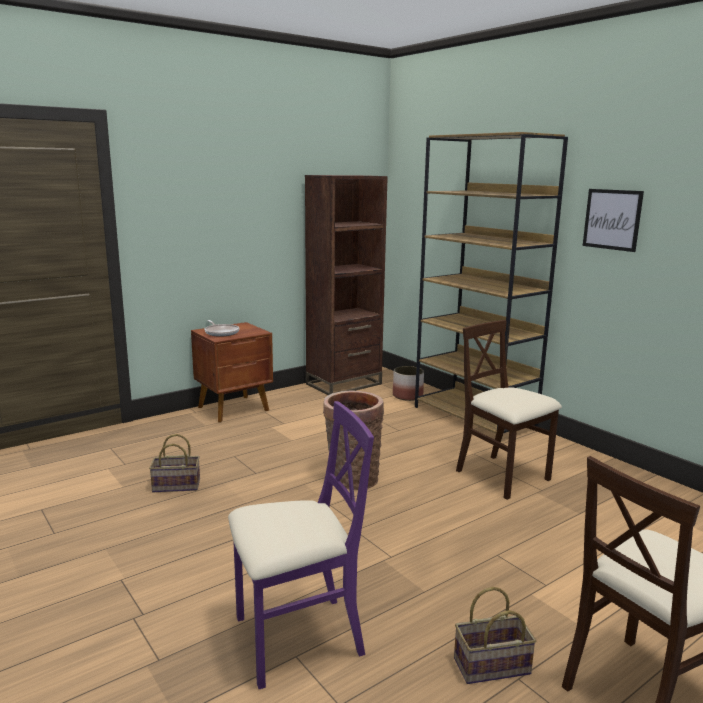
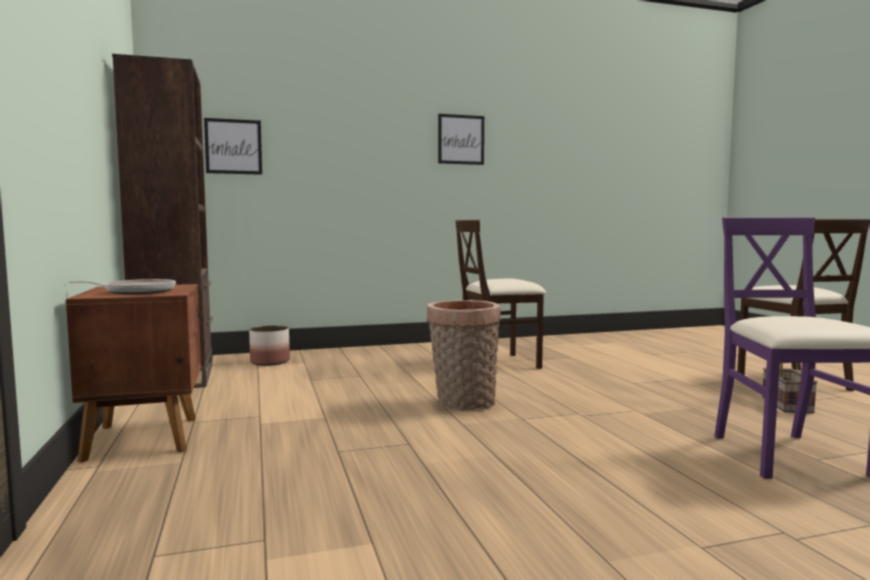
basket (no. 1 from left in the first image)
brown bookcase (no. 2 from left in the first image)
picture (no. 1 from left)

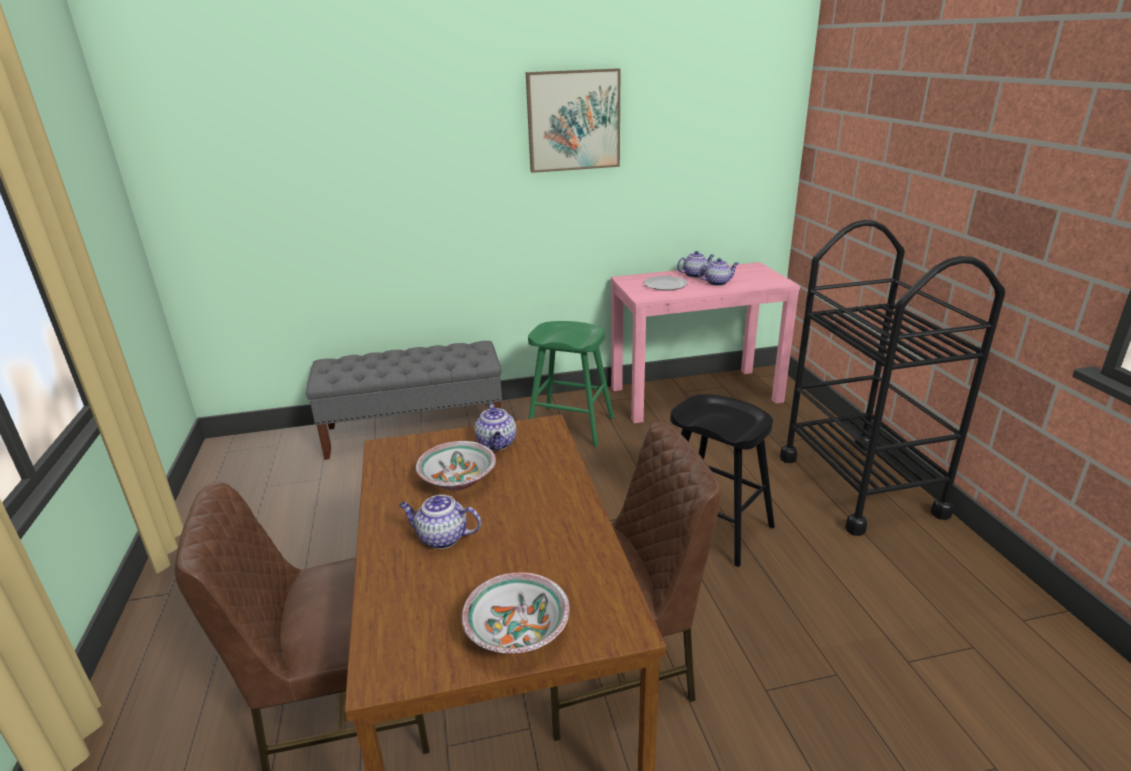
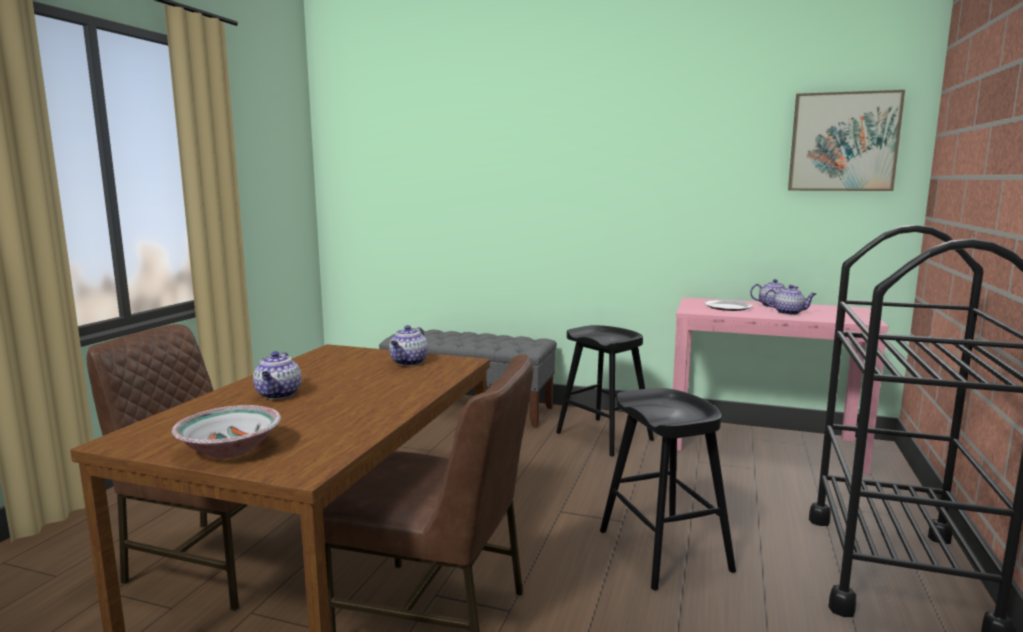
bowl (no. 1 from left in the first image)
picture
black stool (no. 1 from left)
teapot (no. 1 from left)

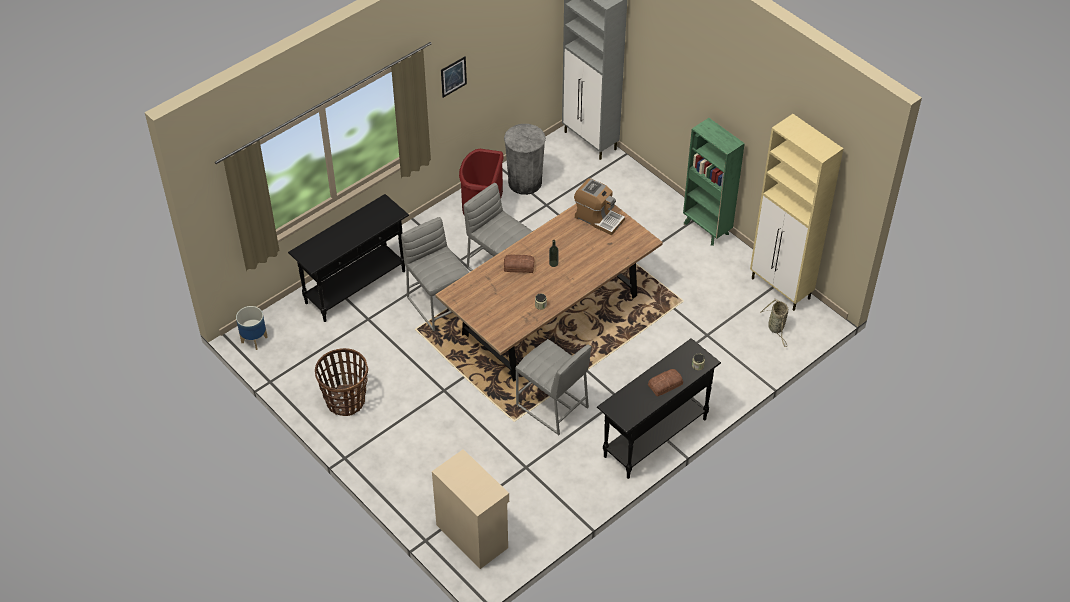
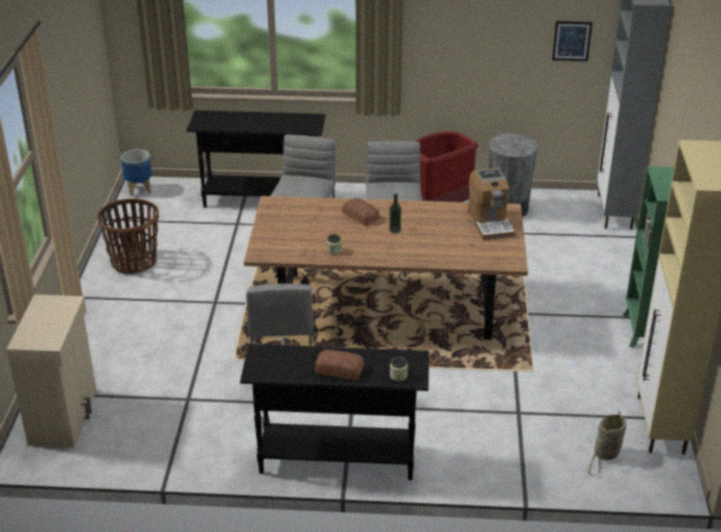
picture

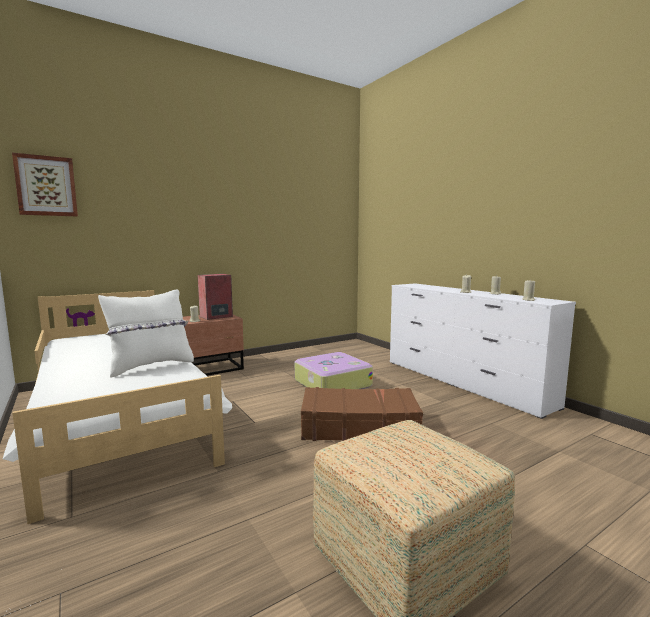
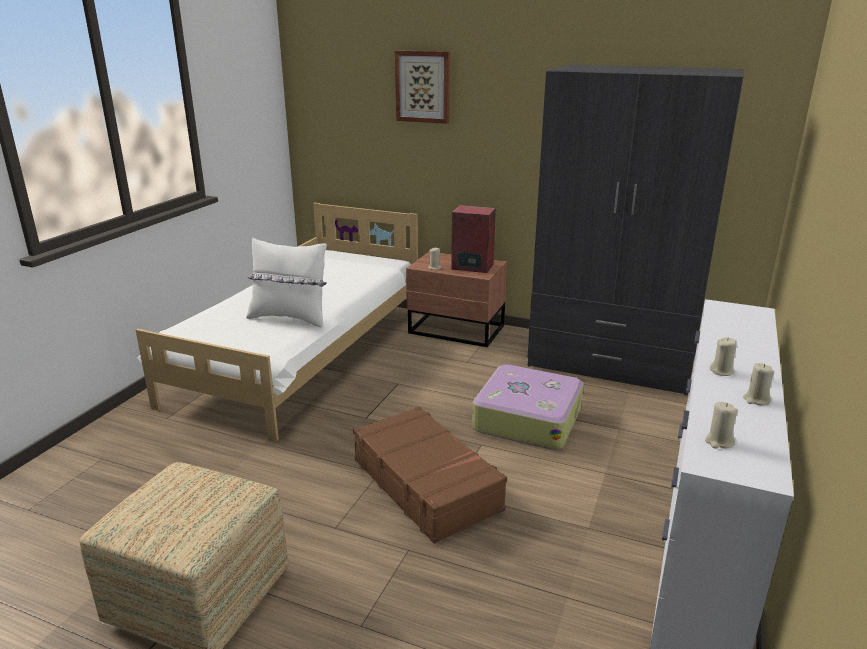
grey wardrobe
picture

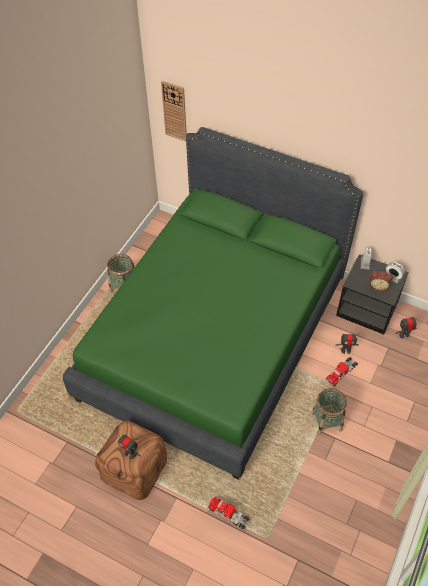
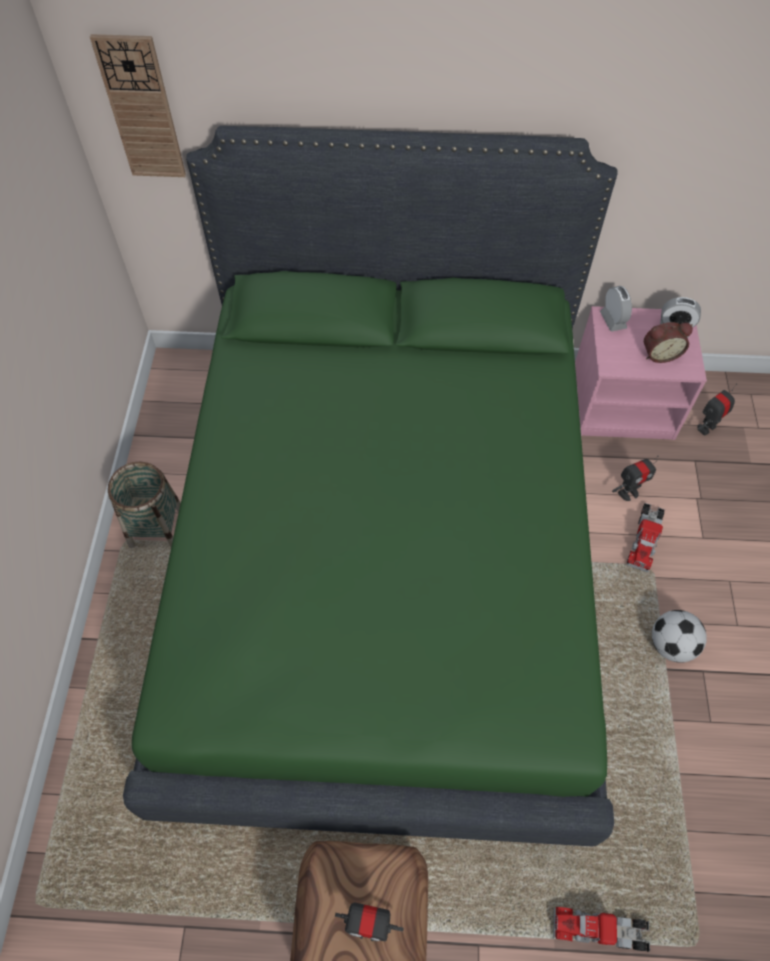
football
pink nightstand

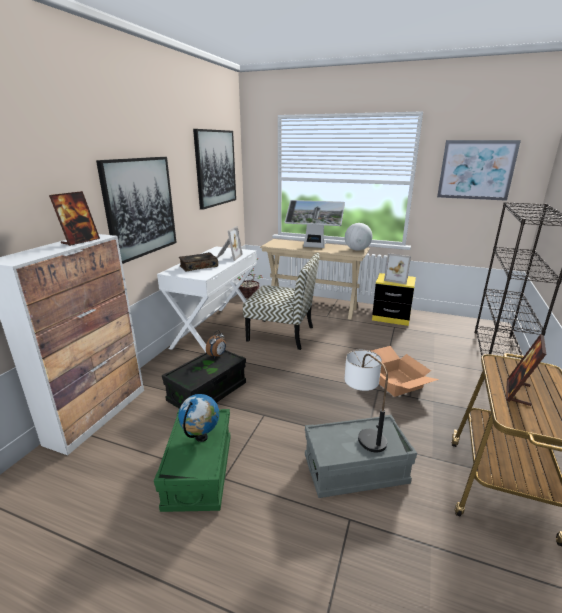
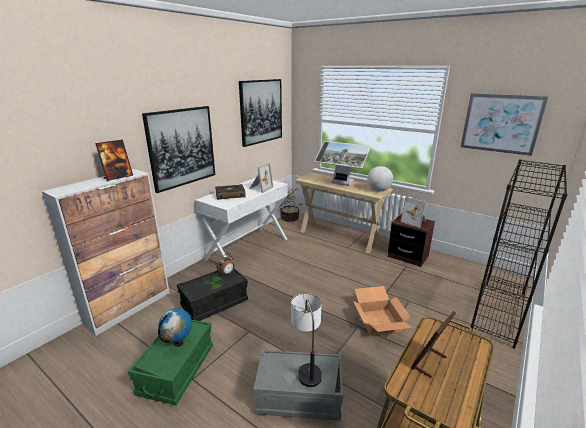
chair
brown nightstand

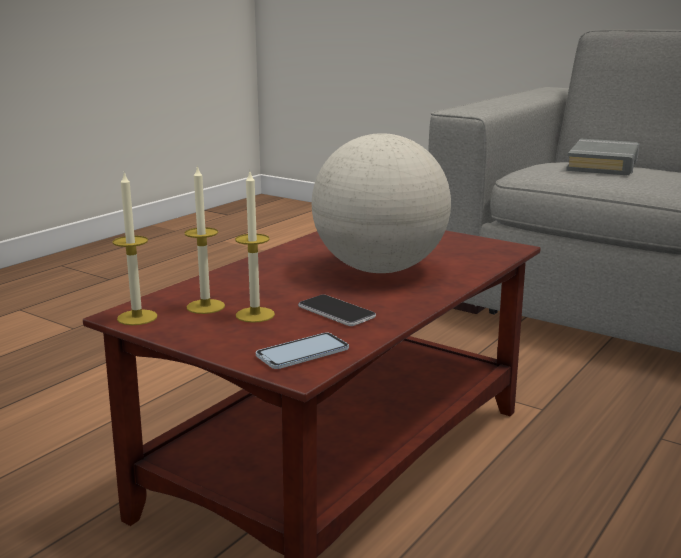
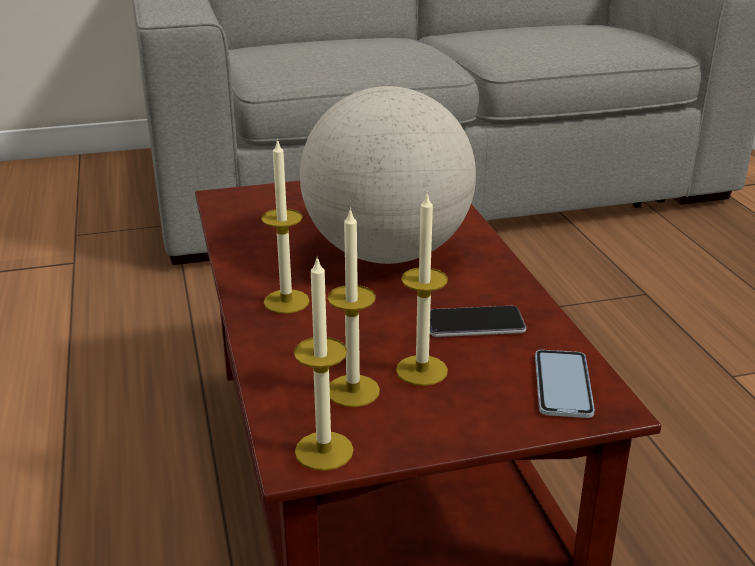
grey book
candle (no. 1 from left)

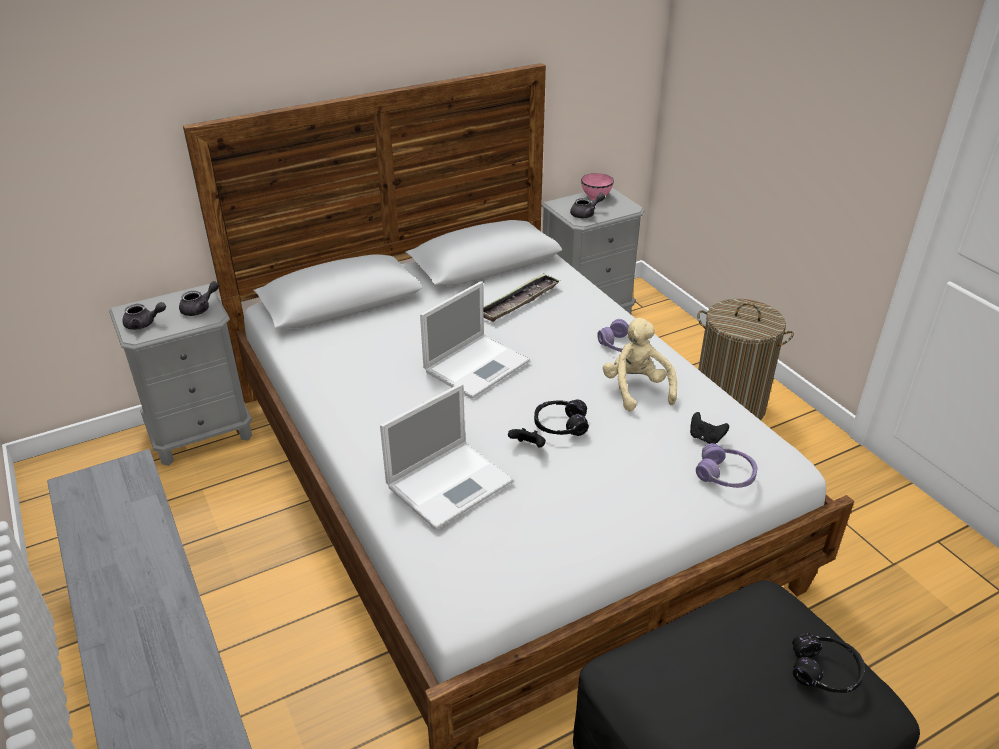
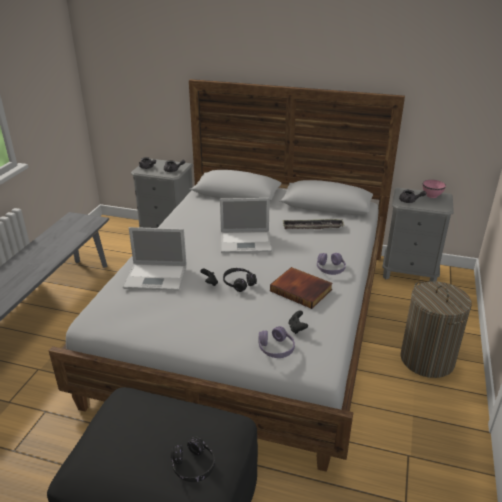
book

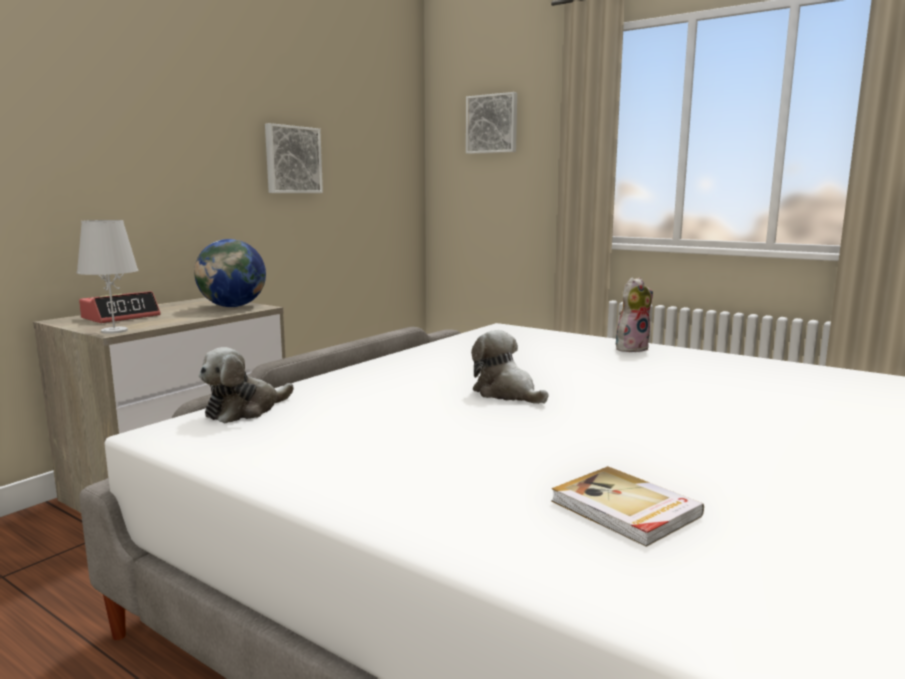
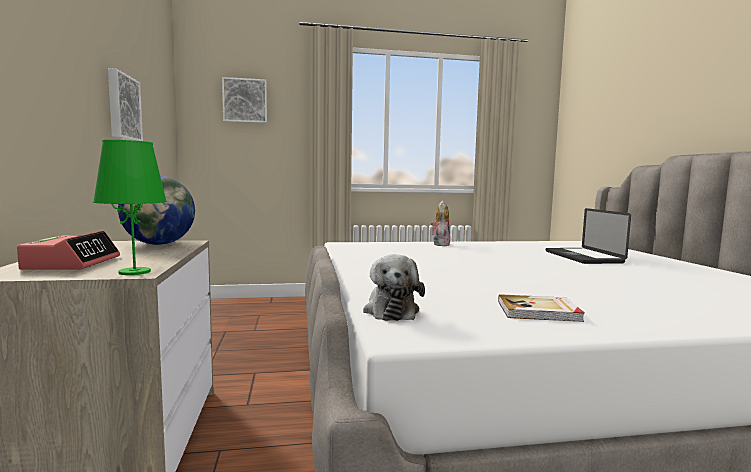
plush toy (no. 2 from left in the first image)
laptop
book
green table lamp

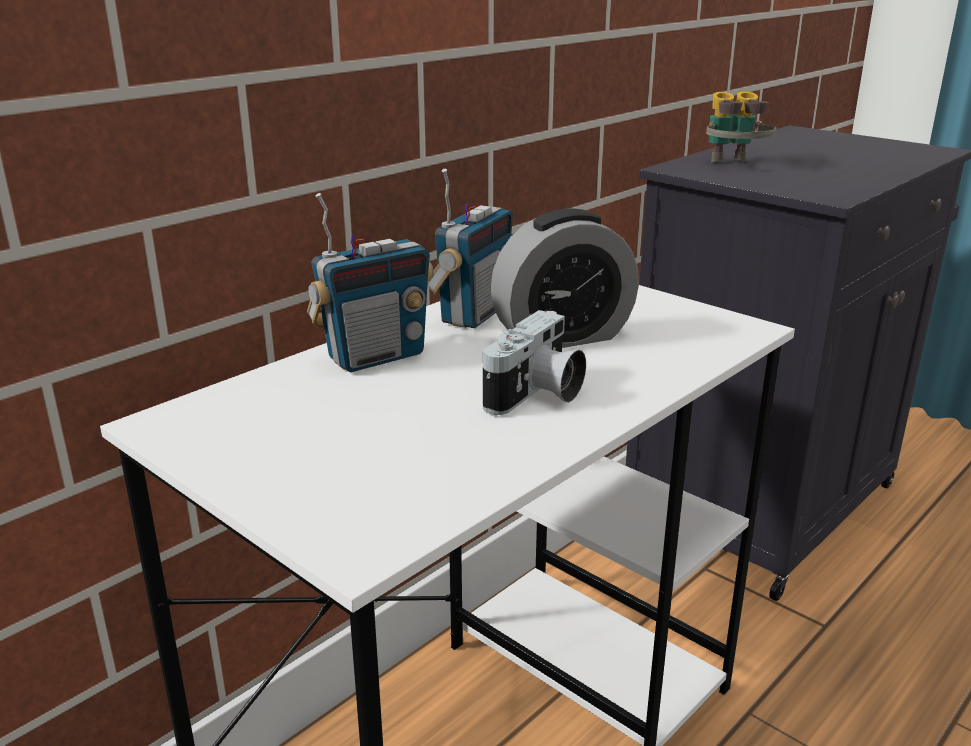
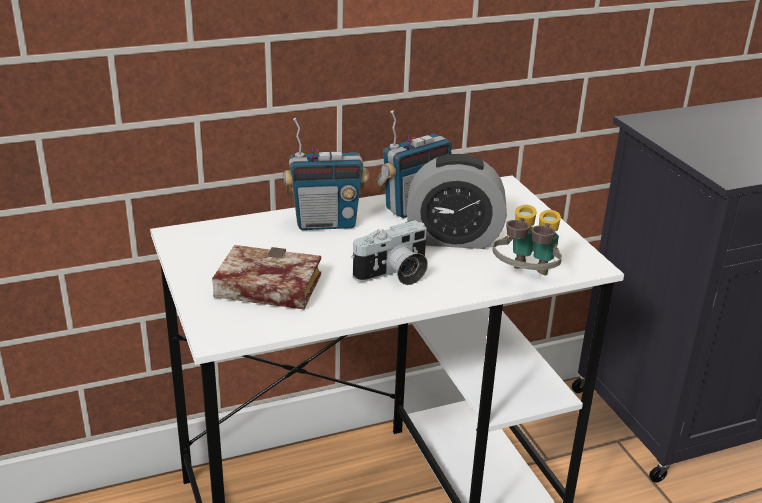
book
binoculars

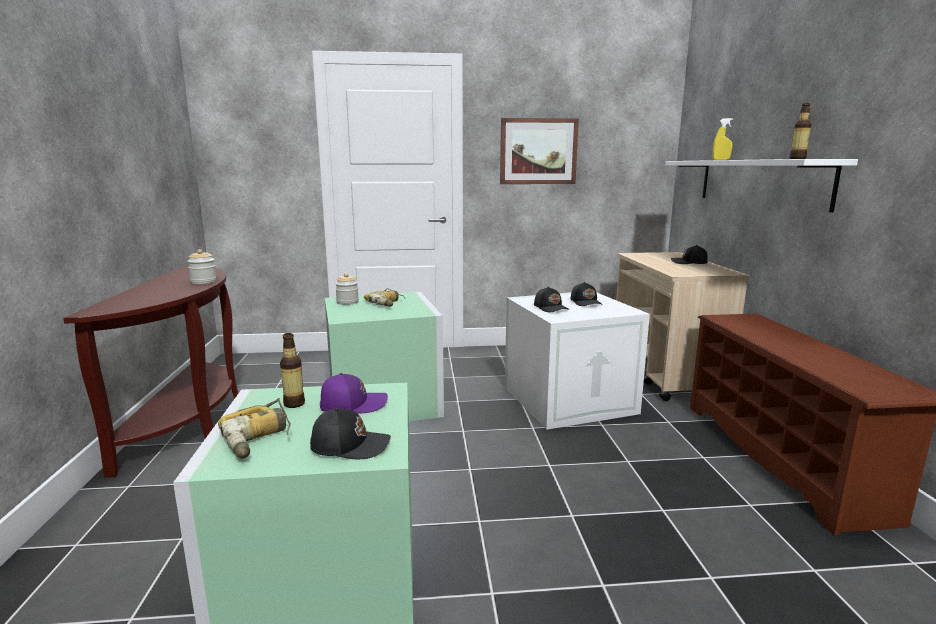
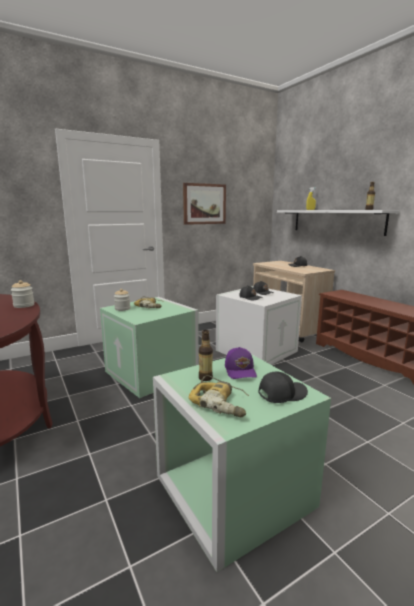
purple cap

